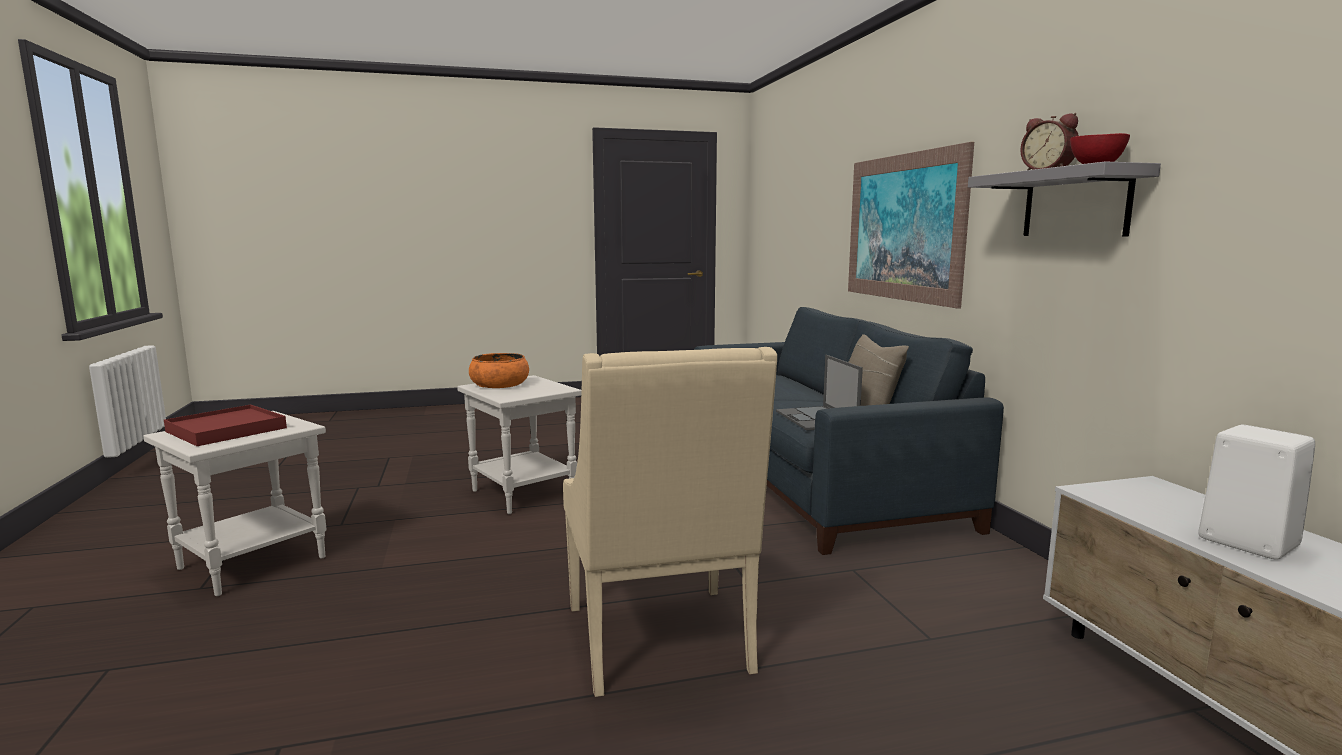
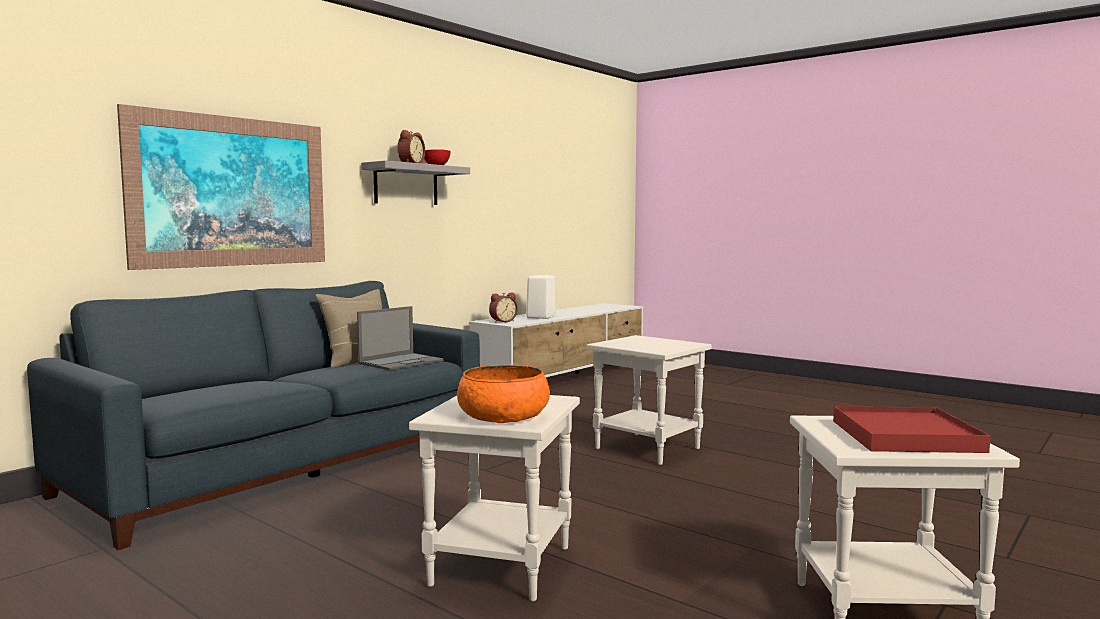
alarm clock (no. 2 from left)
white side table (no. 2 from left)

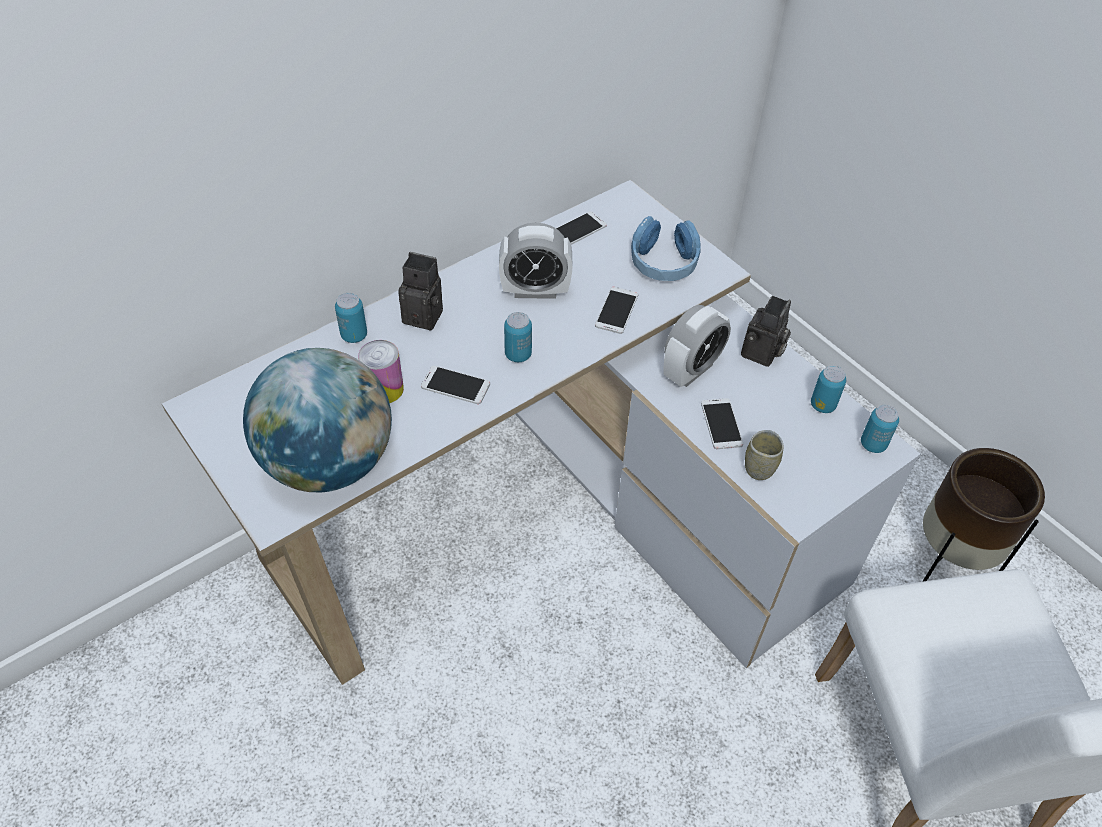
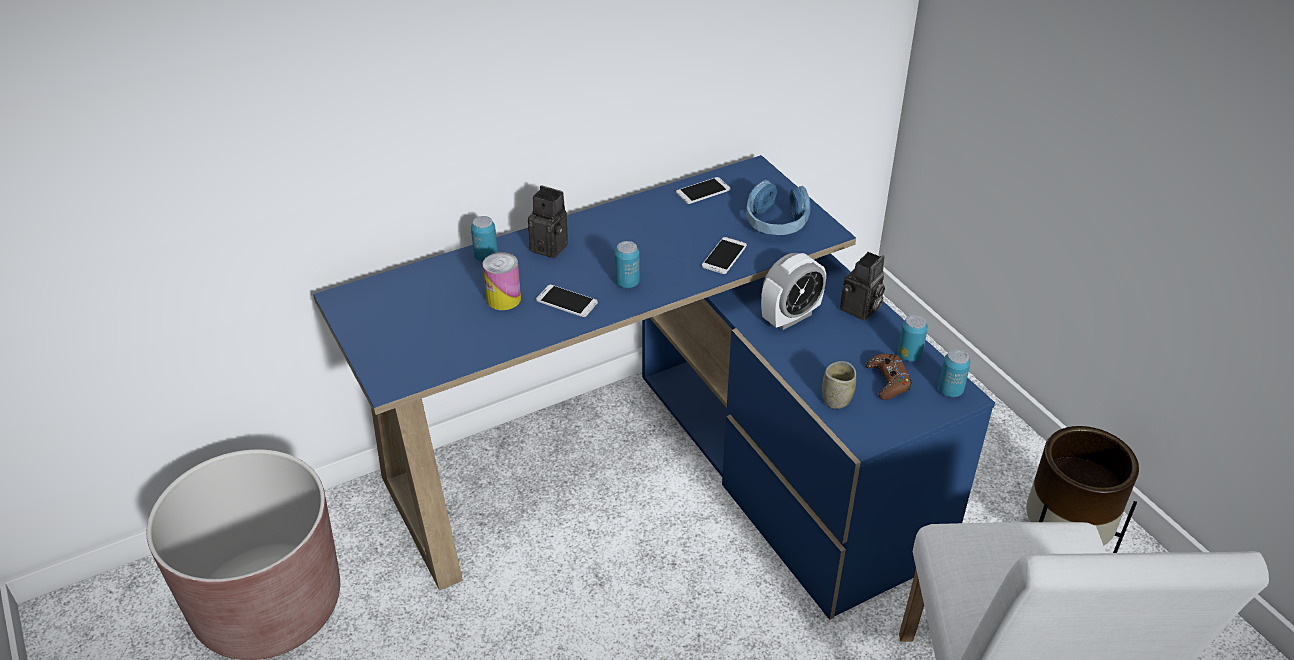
globe
alarm clock (no. 1 from left in the first image)
phone (no. 4 from left in the first image)
brown planter (no. 1 from left)
brown game controller
blue desk

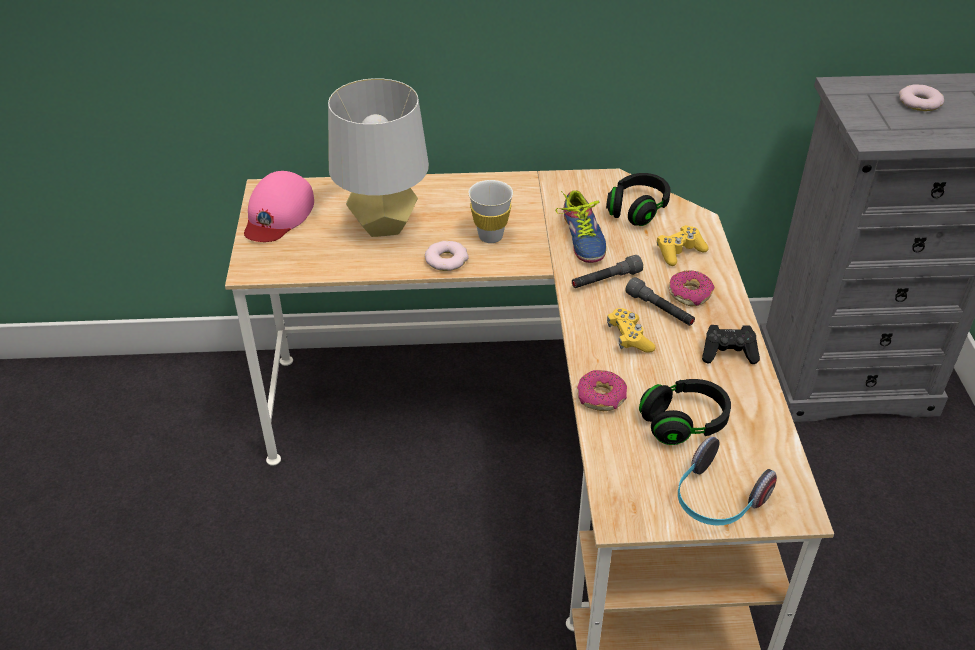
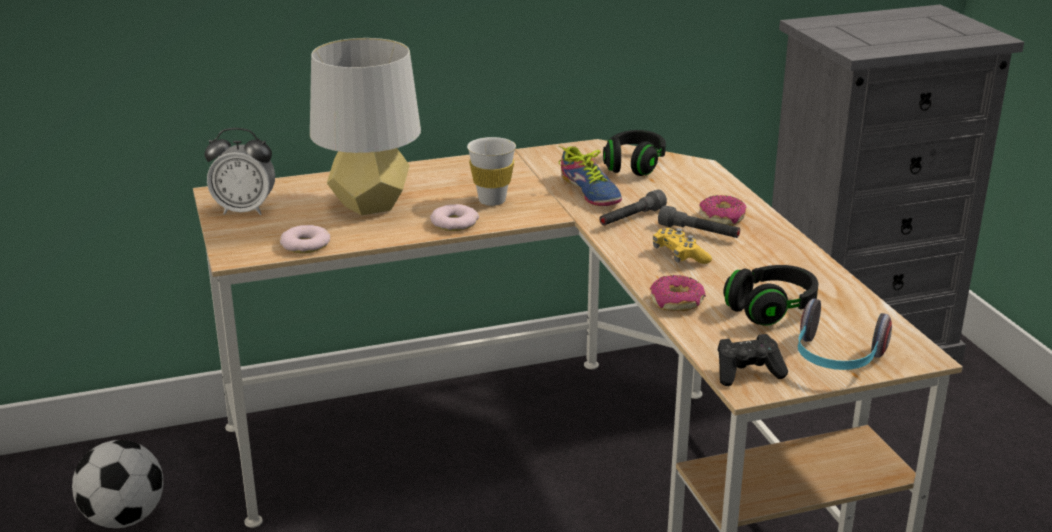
yellow game controller (no. 2 from left in the first image)
football
black game controller
donut (no. 1 from left)
alarm clock

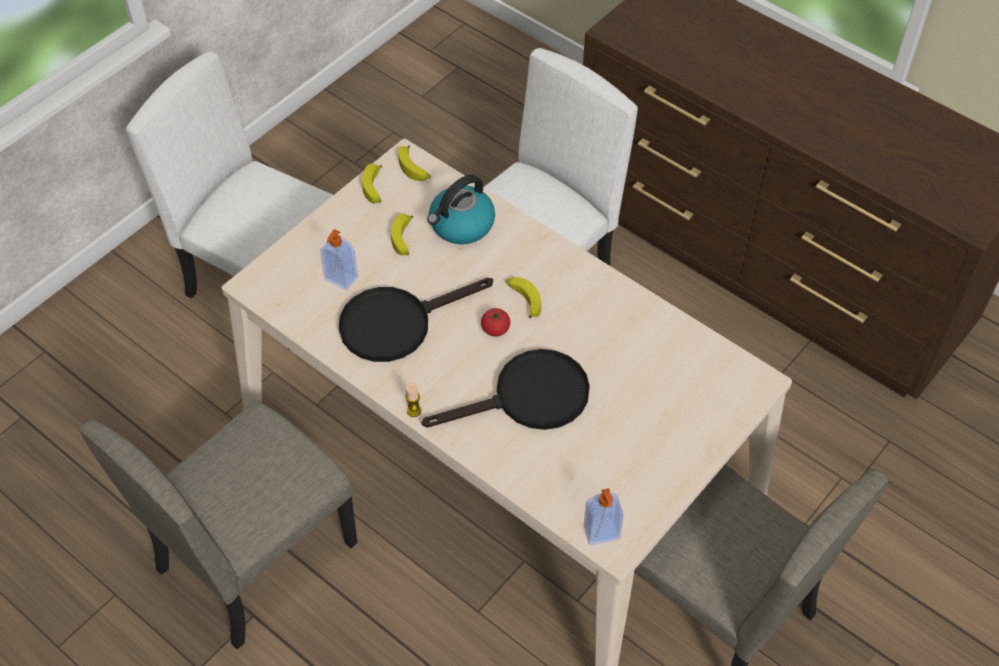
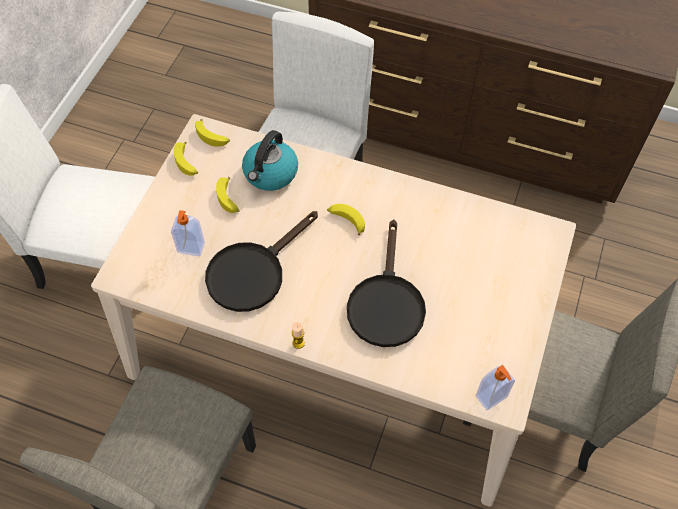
tomato
black frying pan (no. 2 from left)

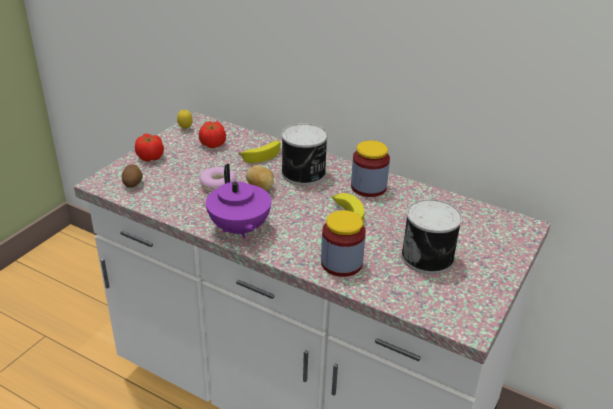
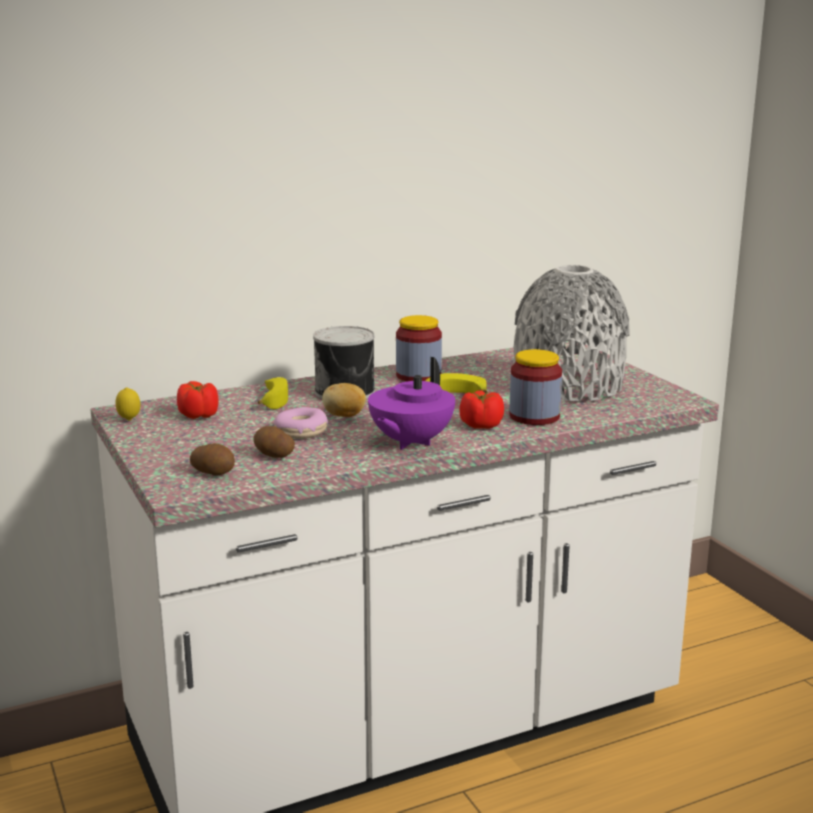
potato (no. 2 from left)
tomato (no. 2 from left)
grey vase
purple teapot

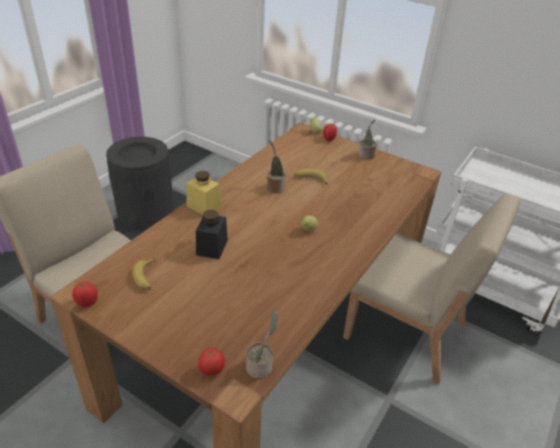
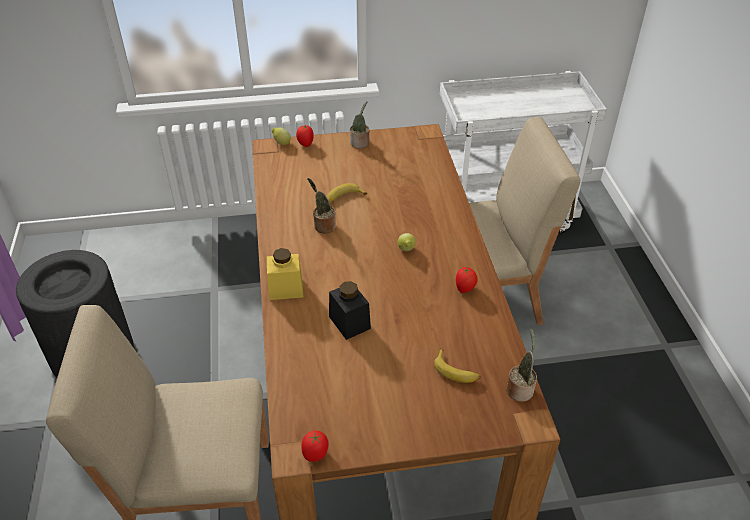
banana (no. 2 from left)
tomato (no. 3 from left)

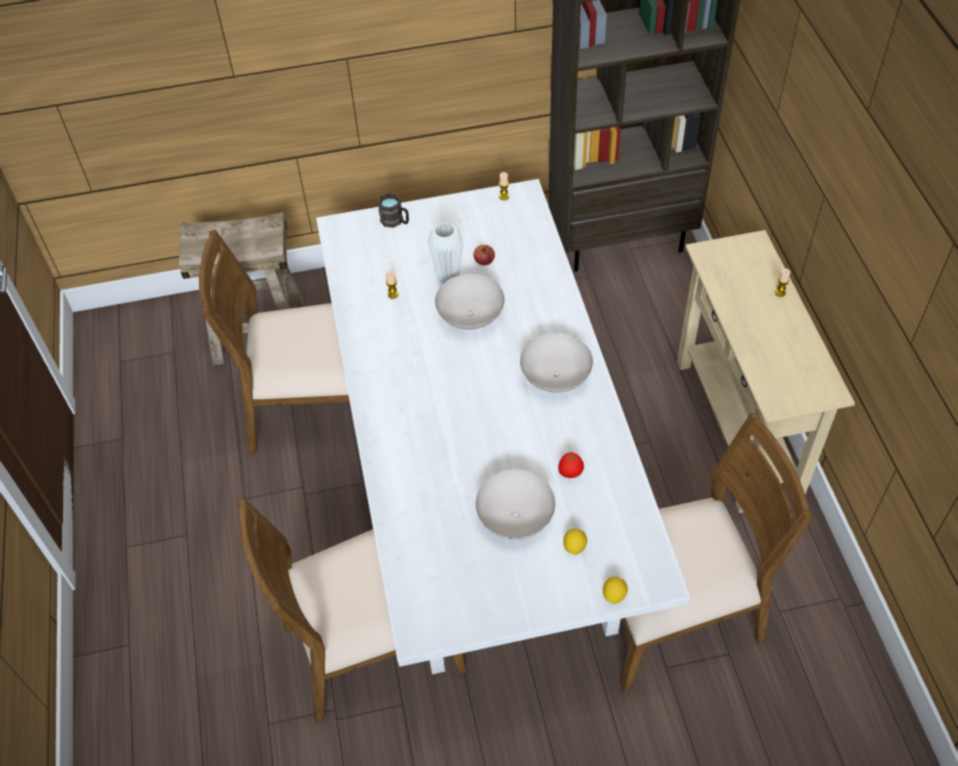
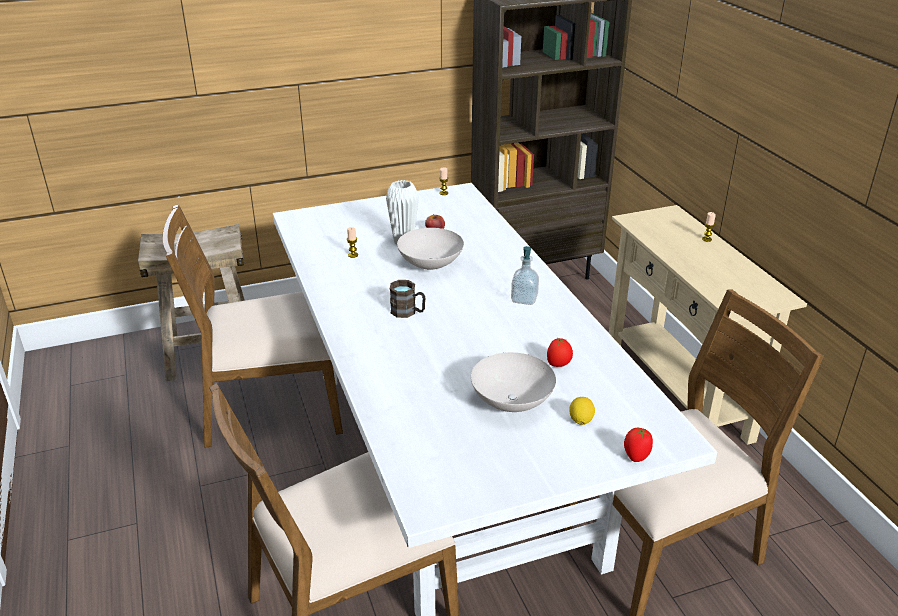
brown mug
soap dispenser
tomato (no. 2 from left)

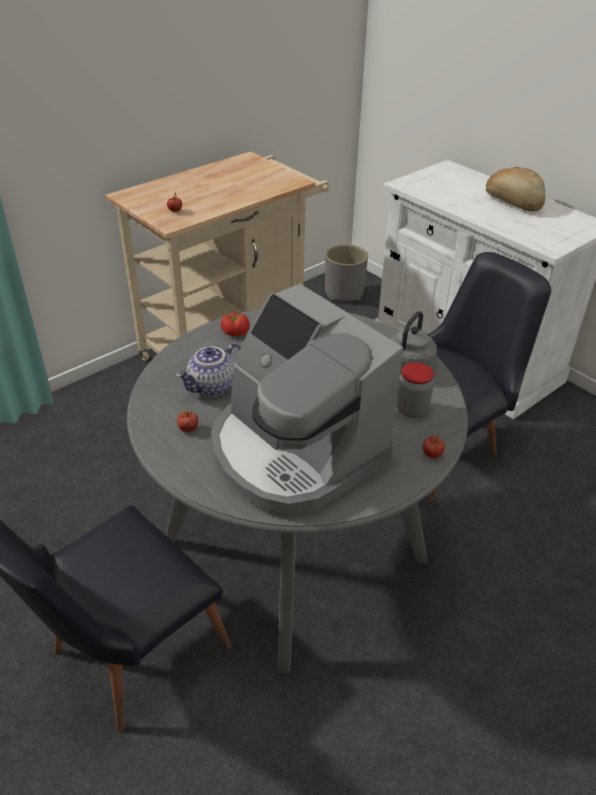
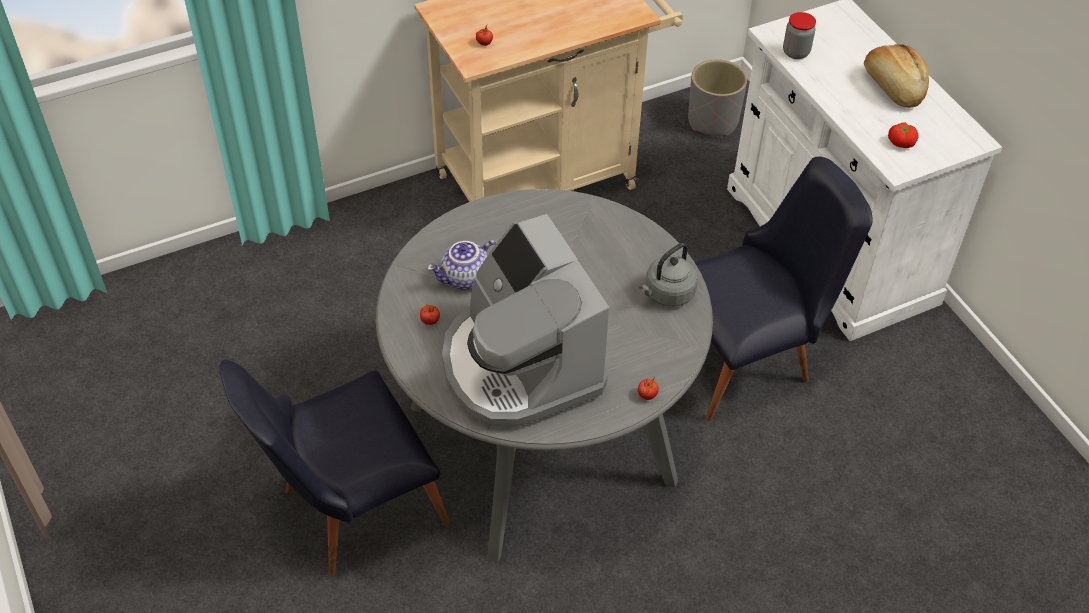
tomato (no. 4 from left)
jar

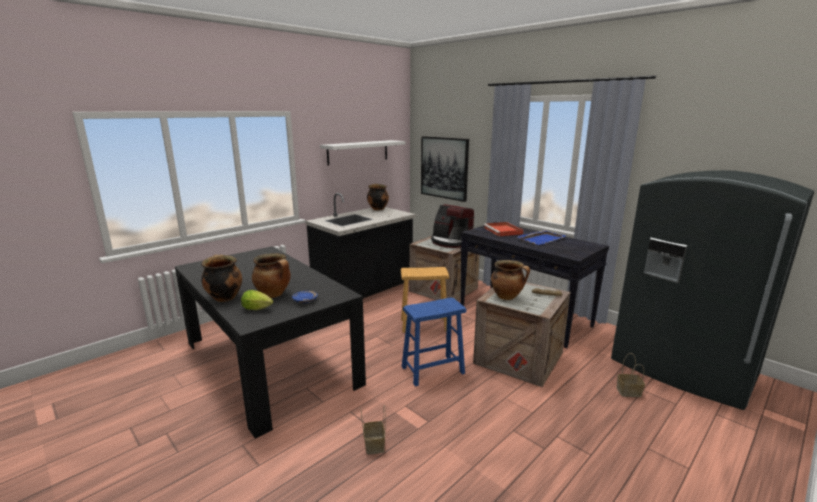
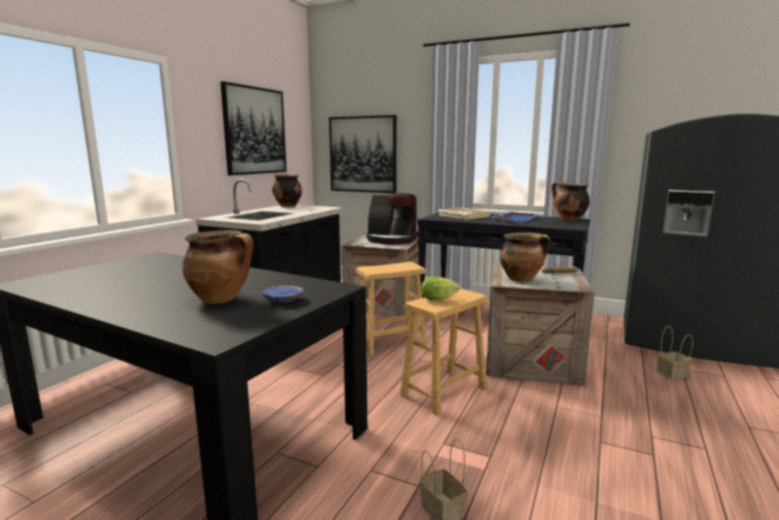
cooking pot (no. 4 from left)
lettuce
picture (no. 1 from left)
brown stool (no. 2 from left)
beige tray

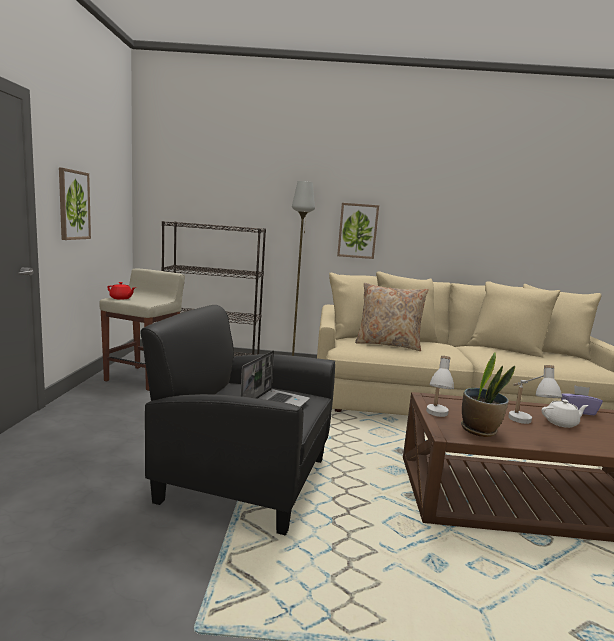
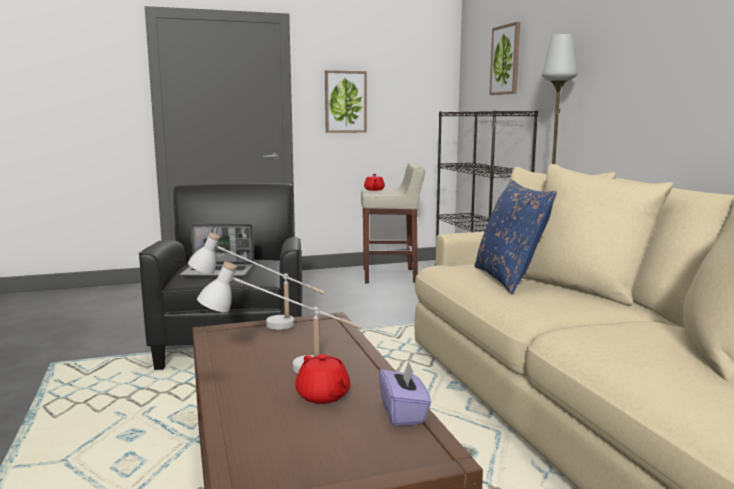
potted plant
picture (no. 2 from left)
blue pillow
red teapot (no. 1 from left)

